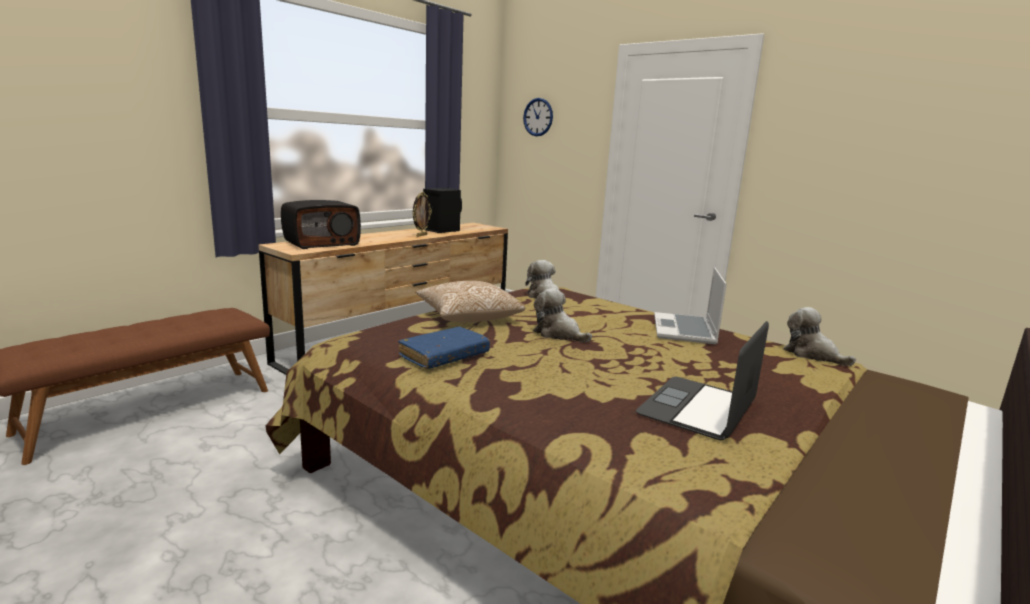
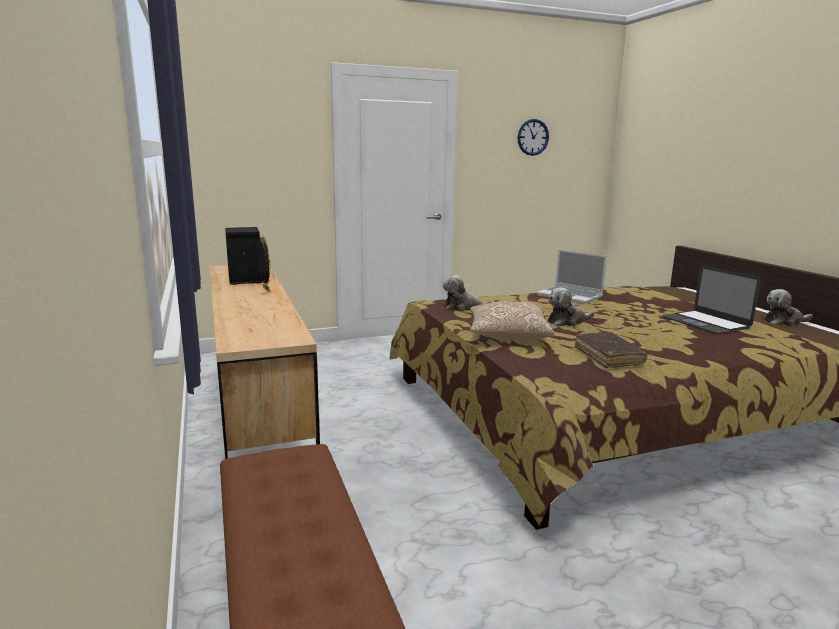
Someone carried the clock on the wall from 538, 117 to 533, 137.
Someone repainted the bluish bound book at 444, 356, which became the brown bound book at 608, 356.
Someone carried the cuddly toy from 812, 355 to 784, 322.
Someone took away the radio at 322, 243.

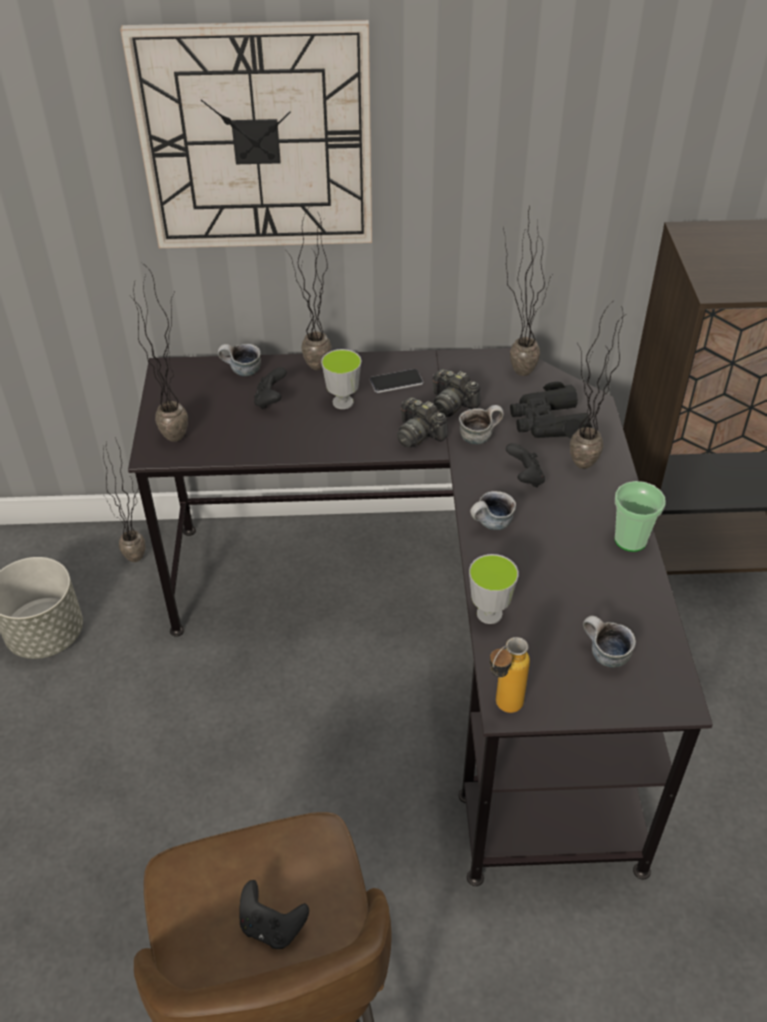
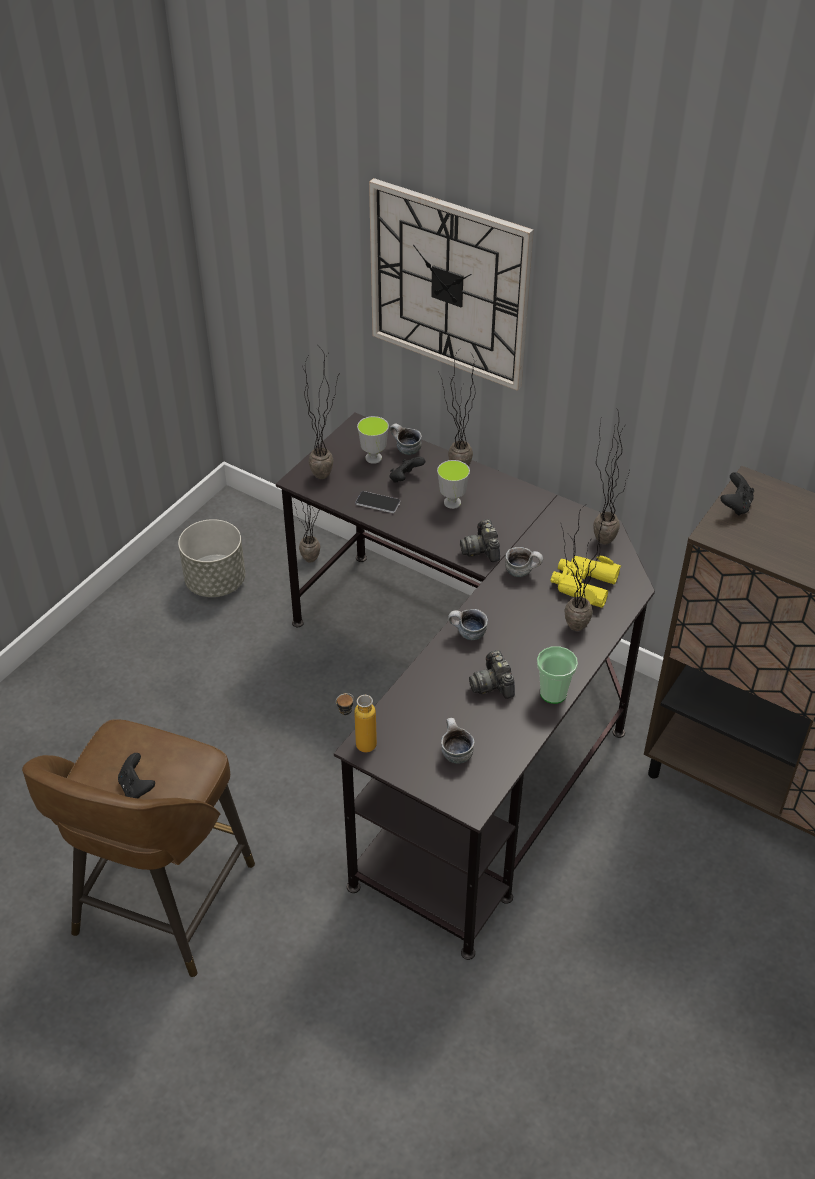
Someone carried the telephone from 396, 382 to 377, 503.
Someone carried the drinking cup from 489, 614 to 373, 458.
Someone carried the photo camera from 452, 404 to 493, 684.
Someone repainted the blackish binoculars at 547, 422, which became the yellowish binoculars at 583, 585.
Someone carried the blackish joypad from 525, 478 to 735, 506.

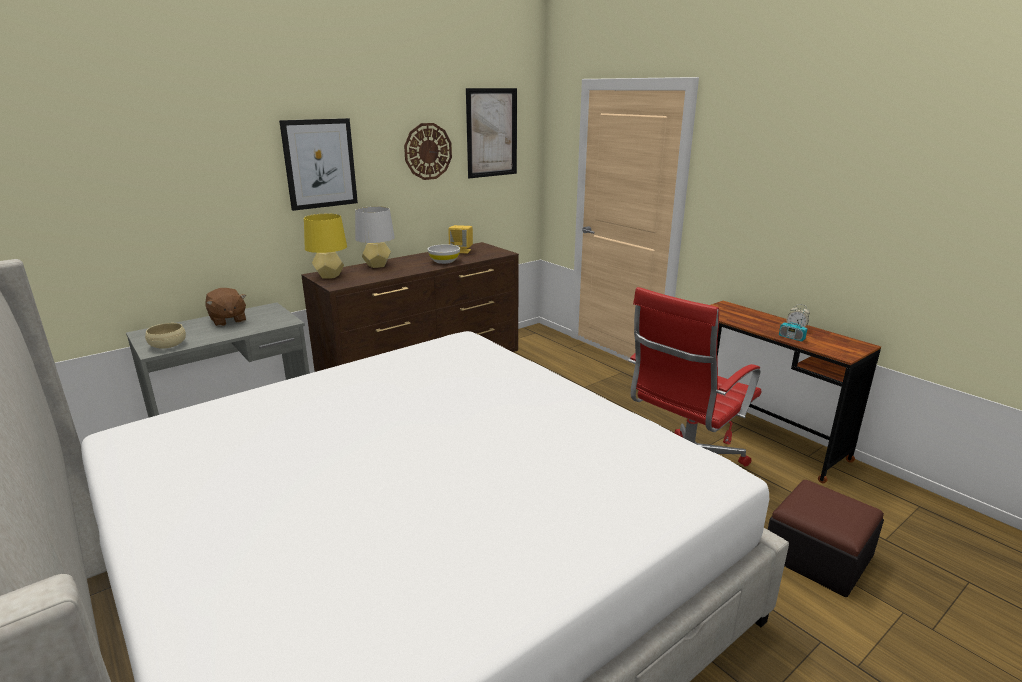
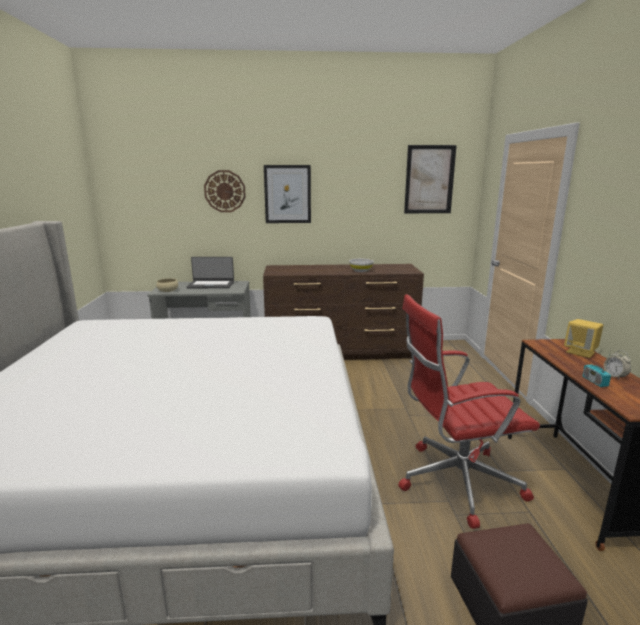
Someone swapped the brown cuddly toy at 228, 320 for the notebook computer at 211, 285.
Someone carried the clock on the wall from 428, 151 to 225, 191.
Someone carried the yellowish loudspeaker from 461, 251 to 580, 352.
Someone took away the yellowish lamp for a table at 329, 276.
Someone took away the gray lamp for a table at 377, 265.

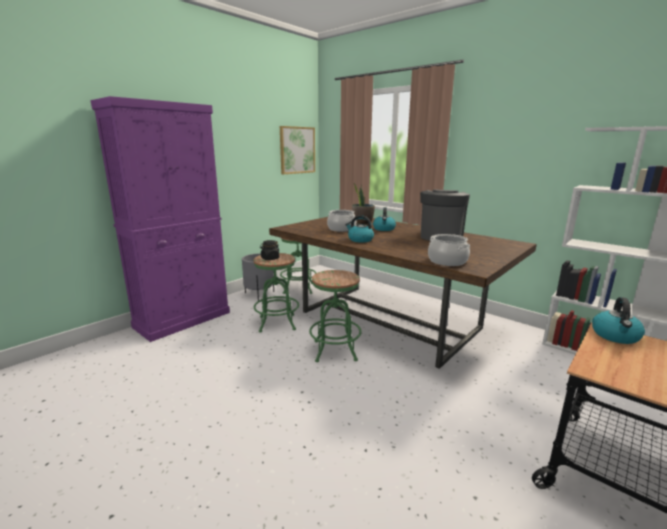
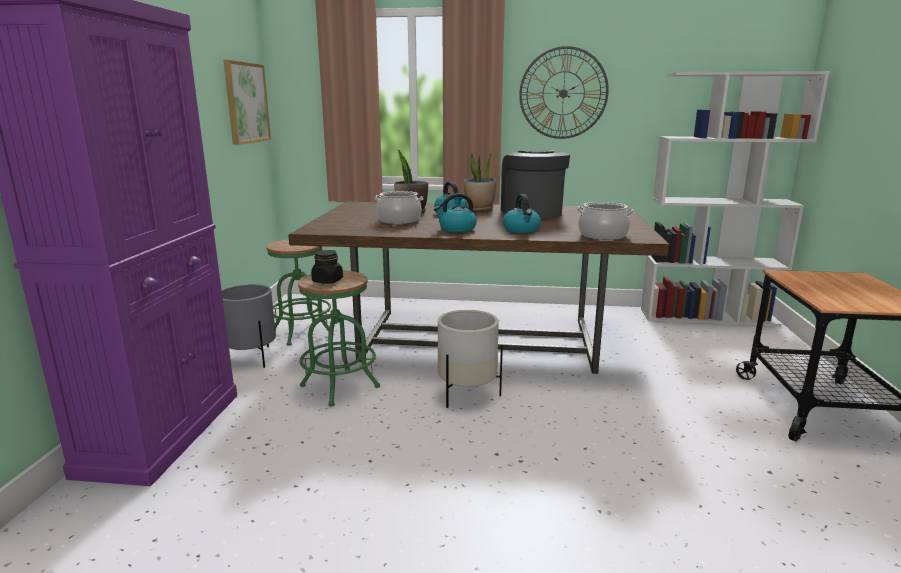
Someone swapped the greenish sitting stool at 335, 350 for the white-coloured planter at 467, 394.
Someone put down the houseplant at 479, 208.
Someone carried the tea kettle from 615, 336 to 521, 230.
Someone put up the clock on the wall at 563, 93.

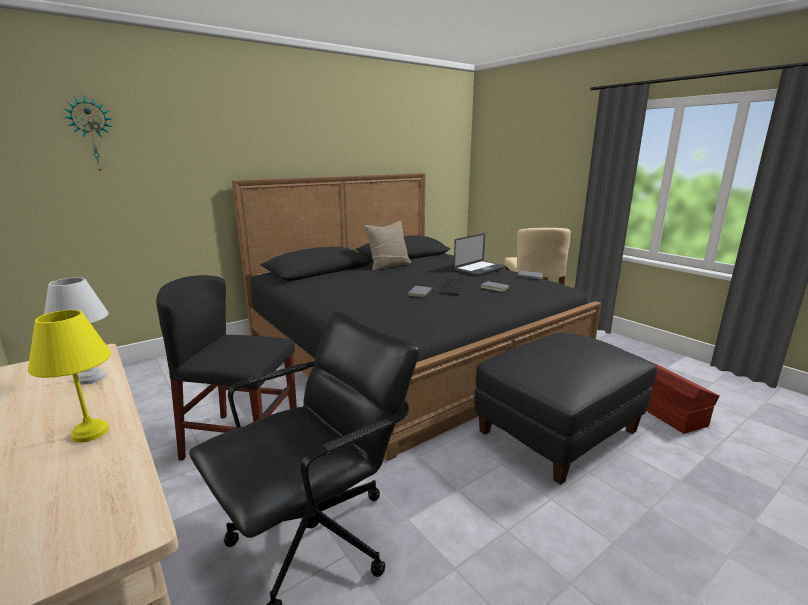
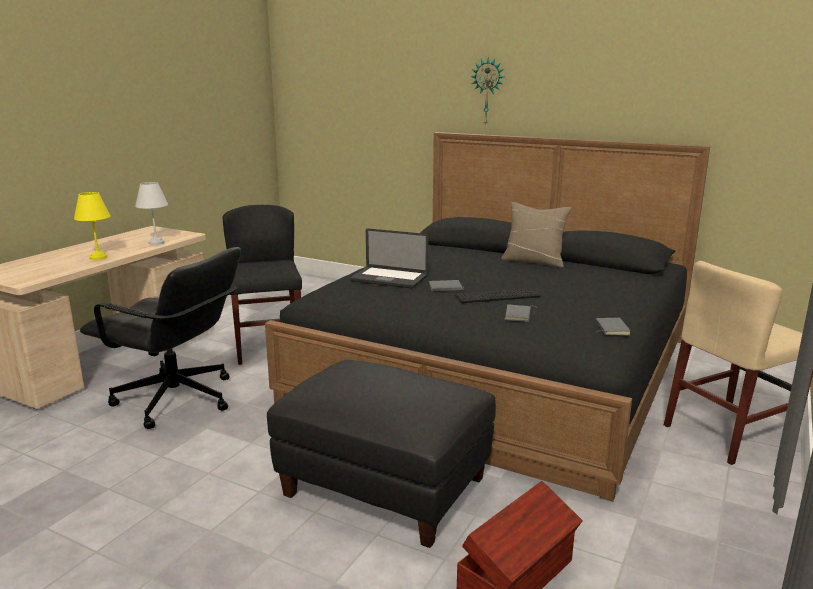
Someone carried the notebook computer from 480, 269 to 389, 279.
Someone carried the clock on the wall from 92, 135 to 487, 92.

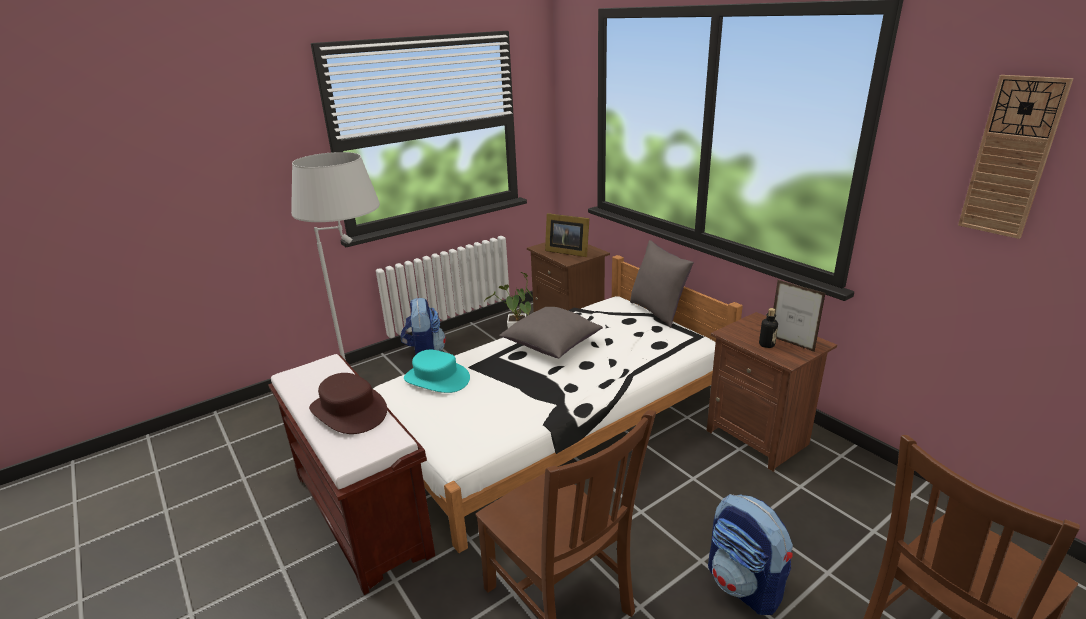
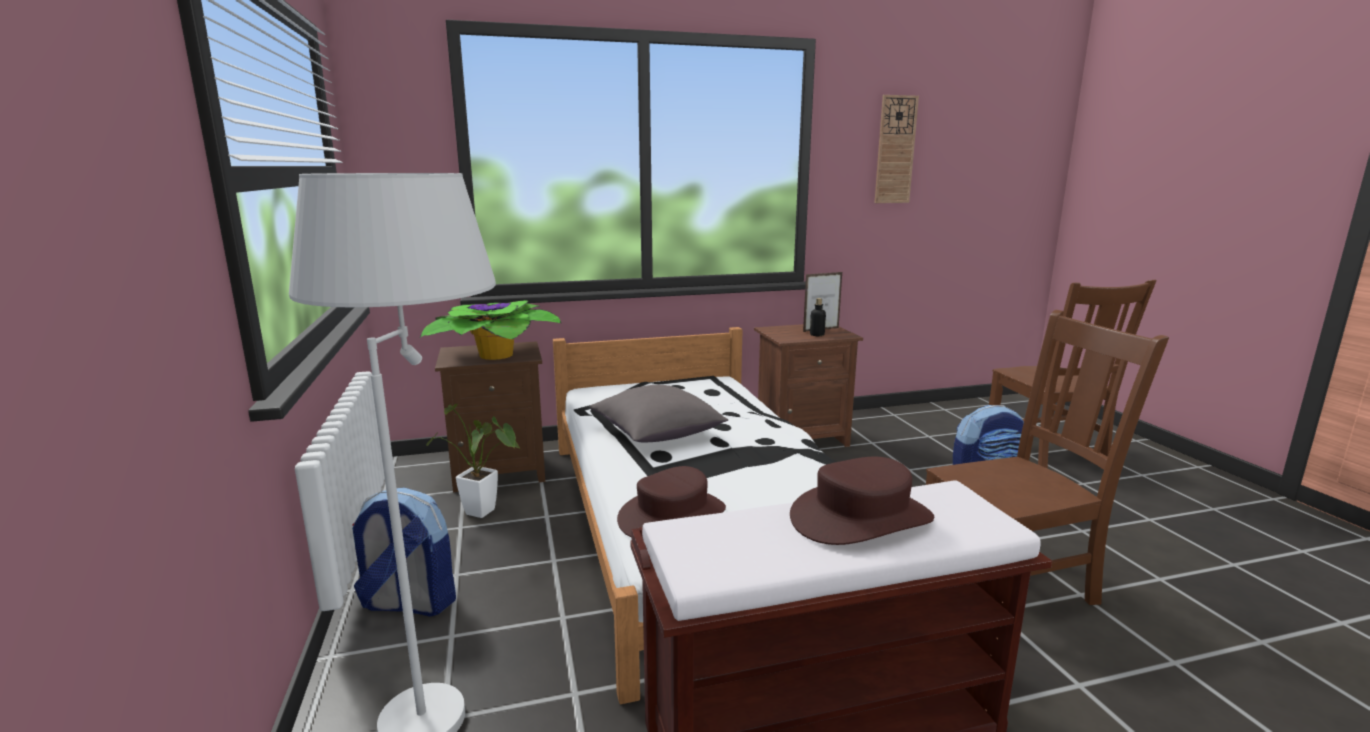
Someone swapped the standing frame at 566, 251 for the houseplant at 495, 354.
Someone repainted the turquoise-coloured hat at 436, 379, which became the brown hat at 672, 516.
Someone took away the gray pillow at 657, 312.

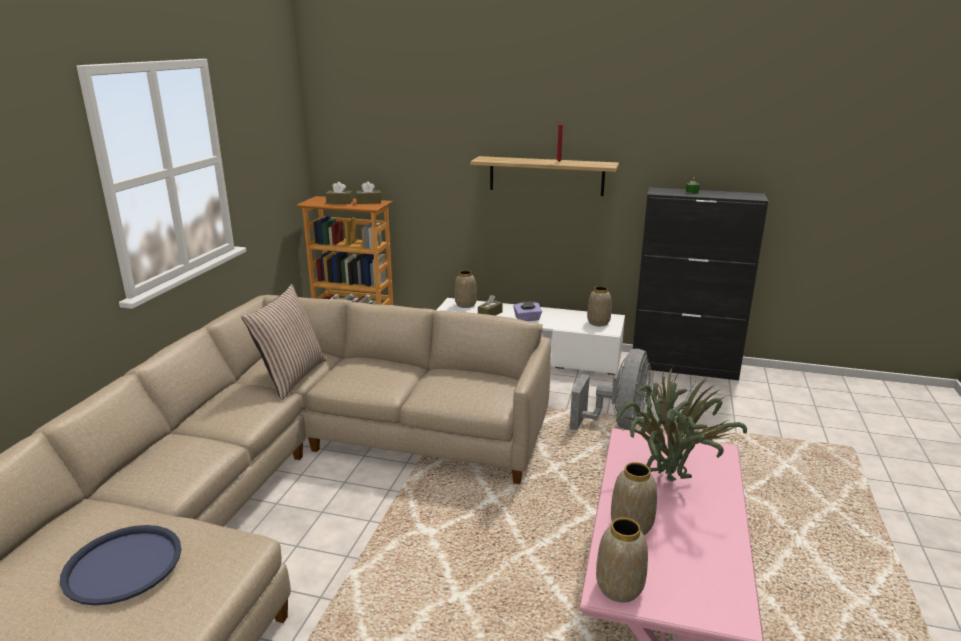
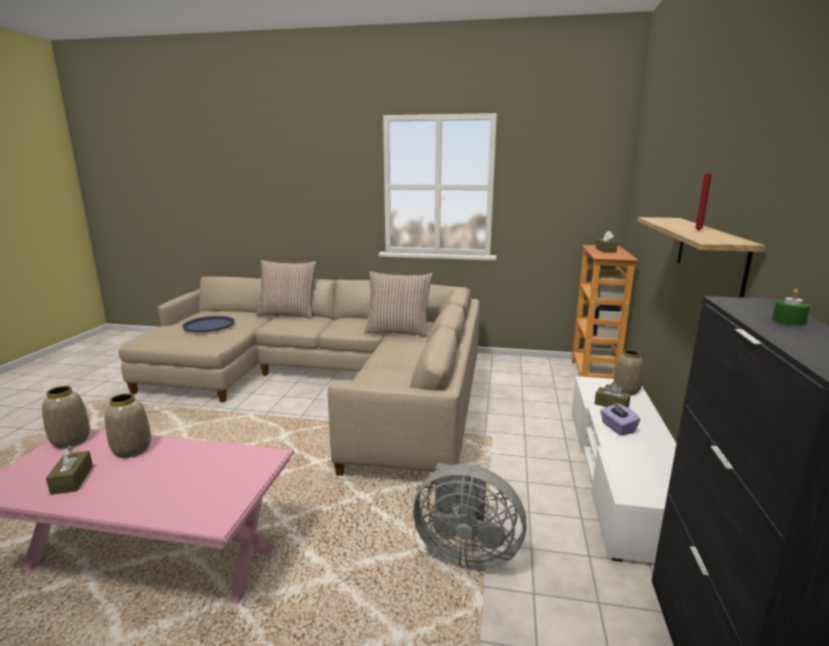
Someone carried the brown tissue holder from 369, 202 to 72, 480.
Someone put down the pillow at 288, 314.
Someone took away the vase at 598, 322.
Someone took away the houseplant at 666, 483.

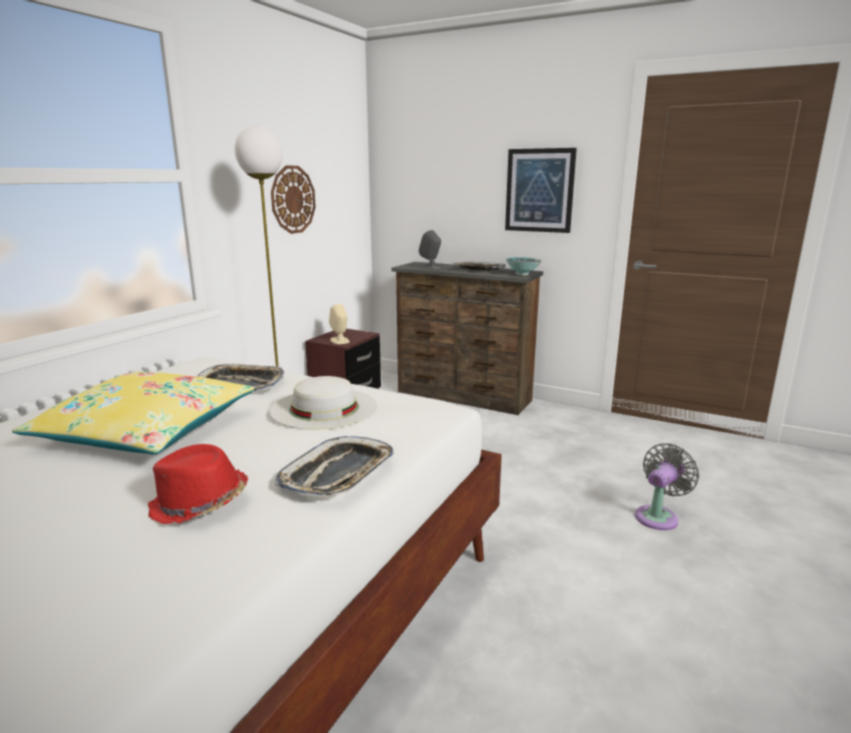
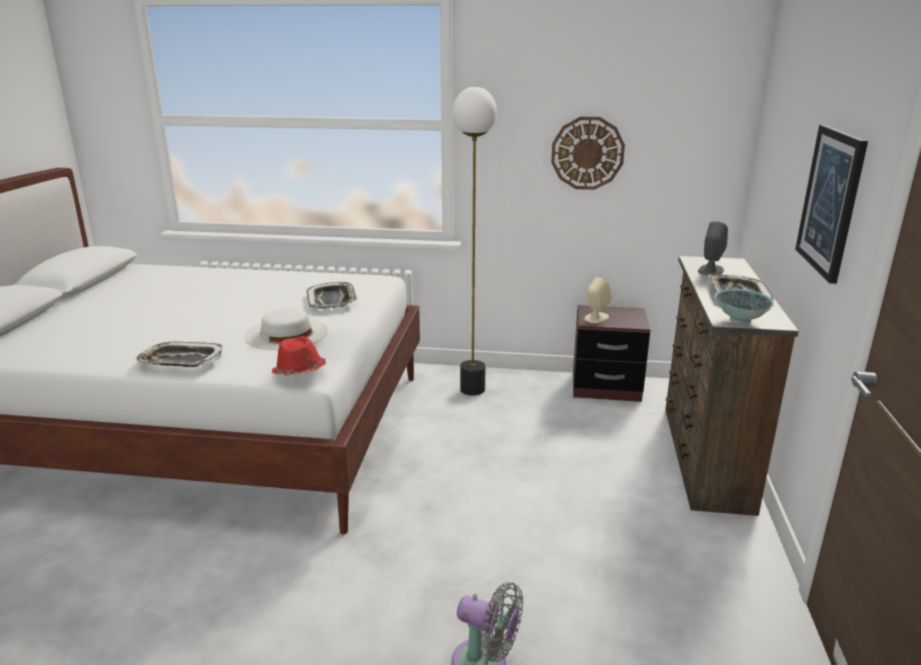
Someone carried the red hat from 199, 504 to 299, 372.
Someone took away the yellowish pillow at 147, 431.

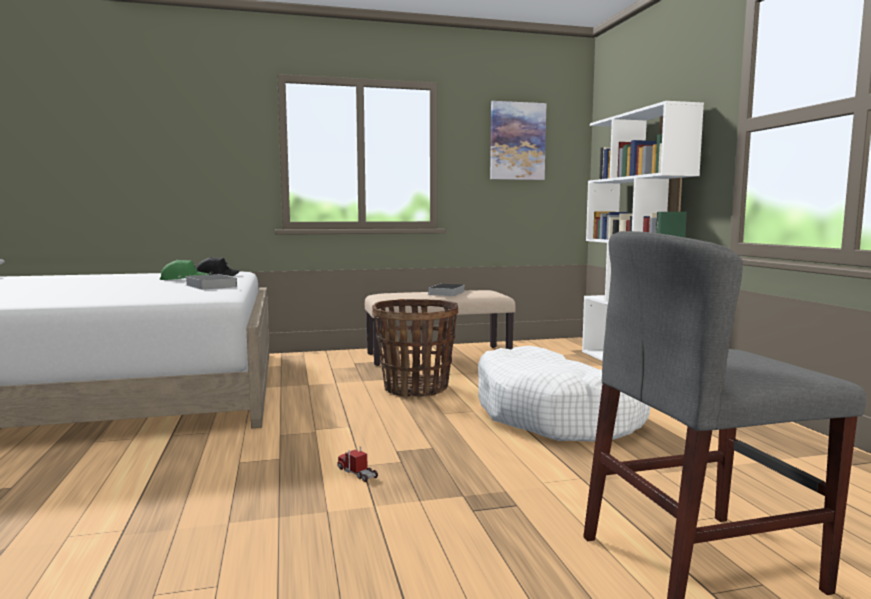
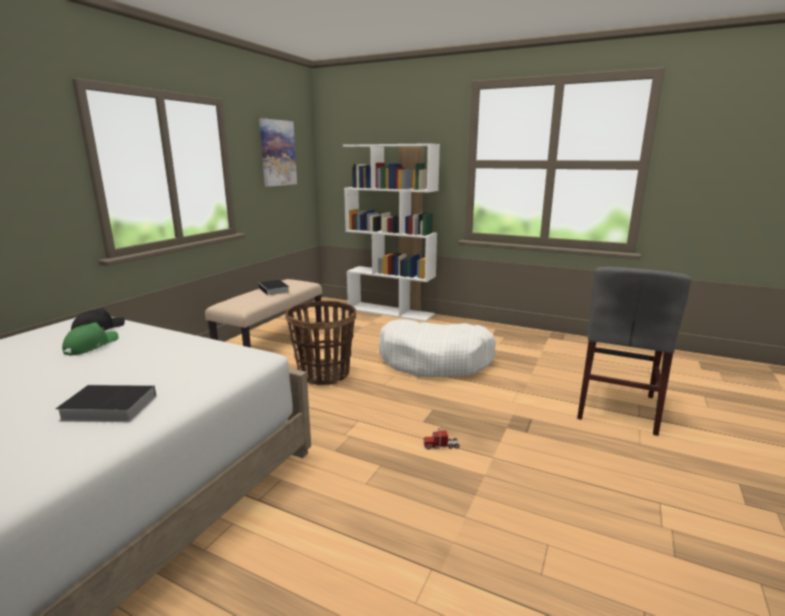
Someone carried the bound book from 209, 285 to 106, 408.

